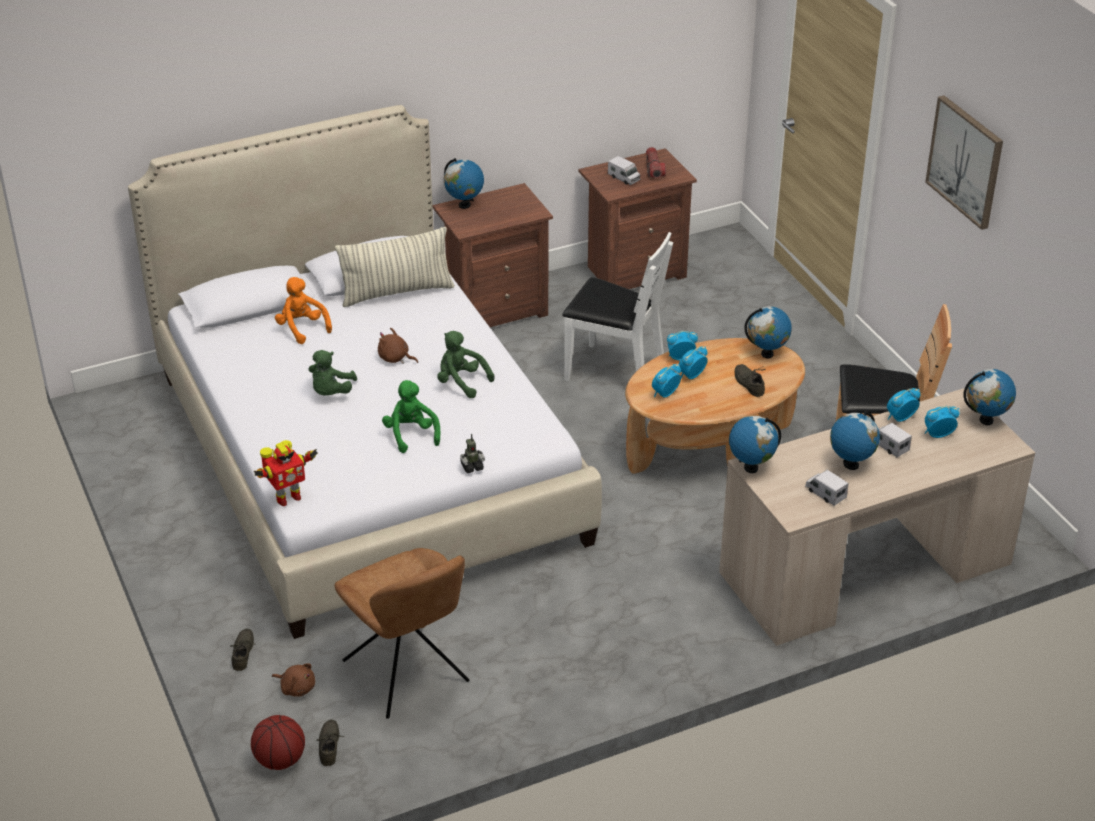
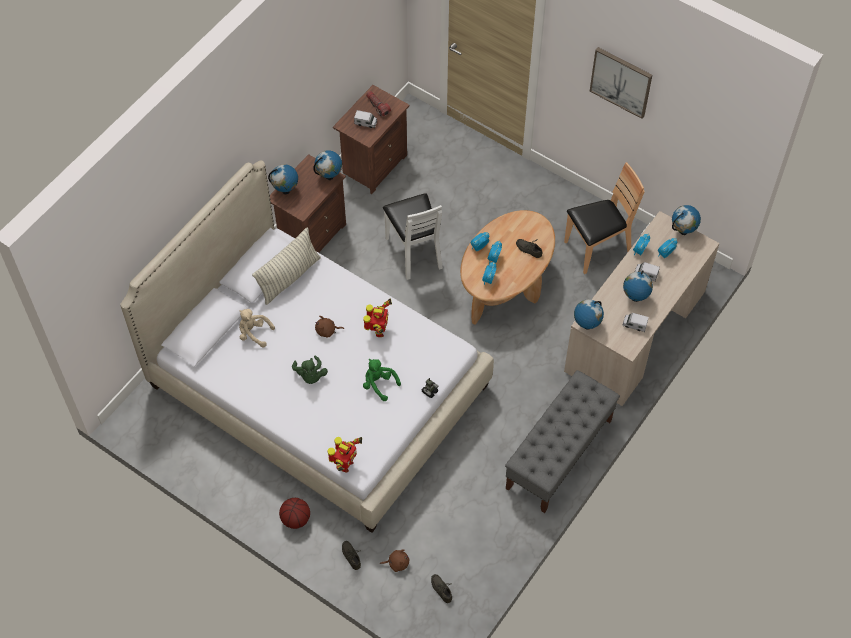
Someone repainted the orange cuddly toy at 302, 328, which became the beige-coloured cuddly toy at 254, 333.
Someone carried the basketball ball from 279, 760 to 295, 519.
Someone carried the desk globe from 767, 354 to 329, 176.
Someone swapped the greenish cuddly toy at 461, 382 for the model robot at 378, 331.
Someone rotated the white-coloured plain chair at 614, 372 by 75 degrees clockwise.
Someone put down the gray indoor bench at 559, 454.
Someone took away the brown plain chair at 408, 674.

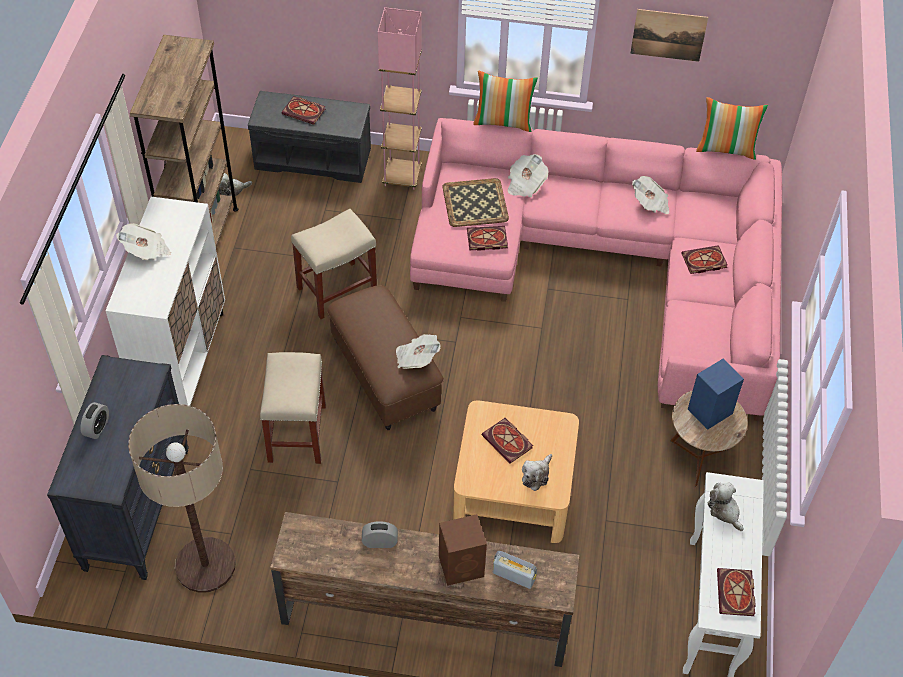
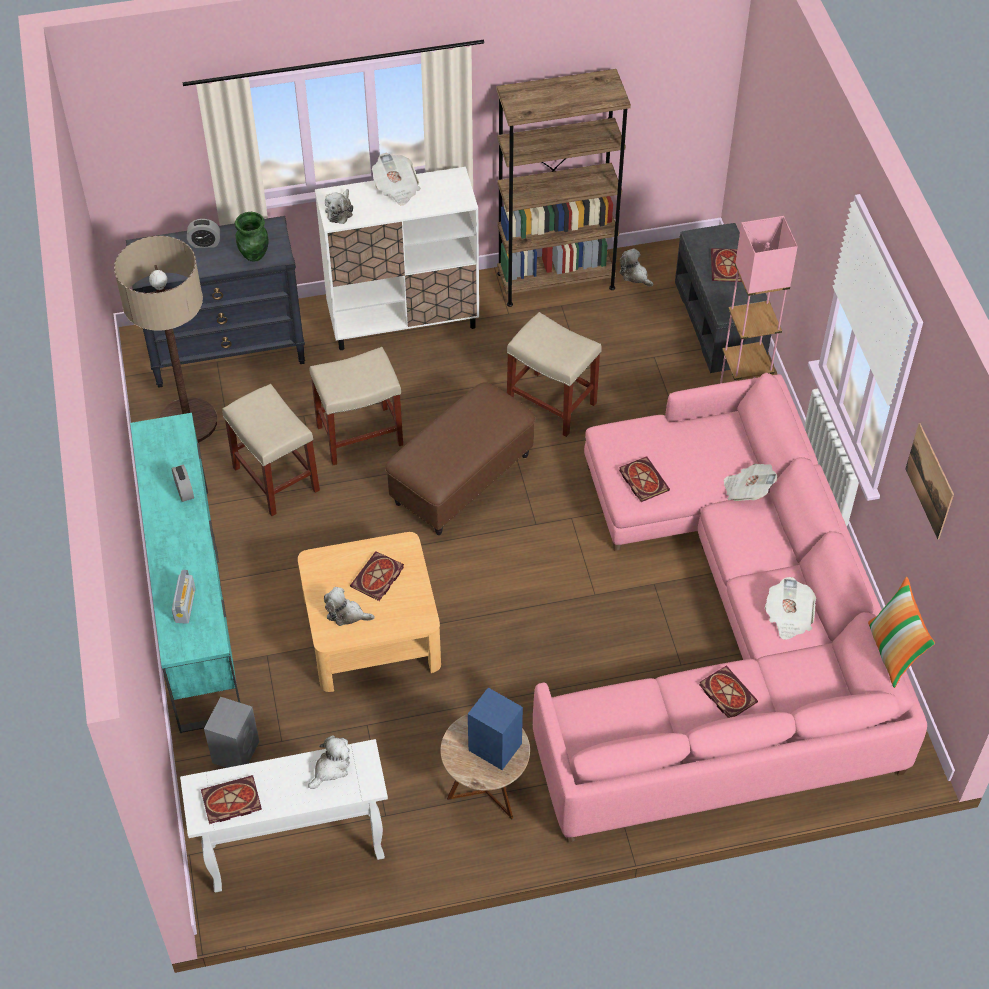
Someone repainted the brown tv stand at 424, 617, which became the turquoise-coloured tv stand at 194, 603.
Someone put down the gray loudspeaker at 236, 751.
Someone put down the beige-coloured sitting stool at 275, 478.
Someone put down the greenish vase at 254, 255.
Someone put down the cuddly toy at 340, 211.
Someone took away the daily paper at 416, 358.
Someone took away the brown loudspeaker at 462, 566.
Someone took away the serving tray at 474, 203.
Someone took away the pillow at 503, 122.

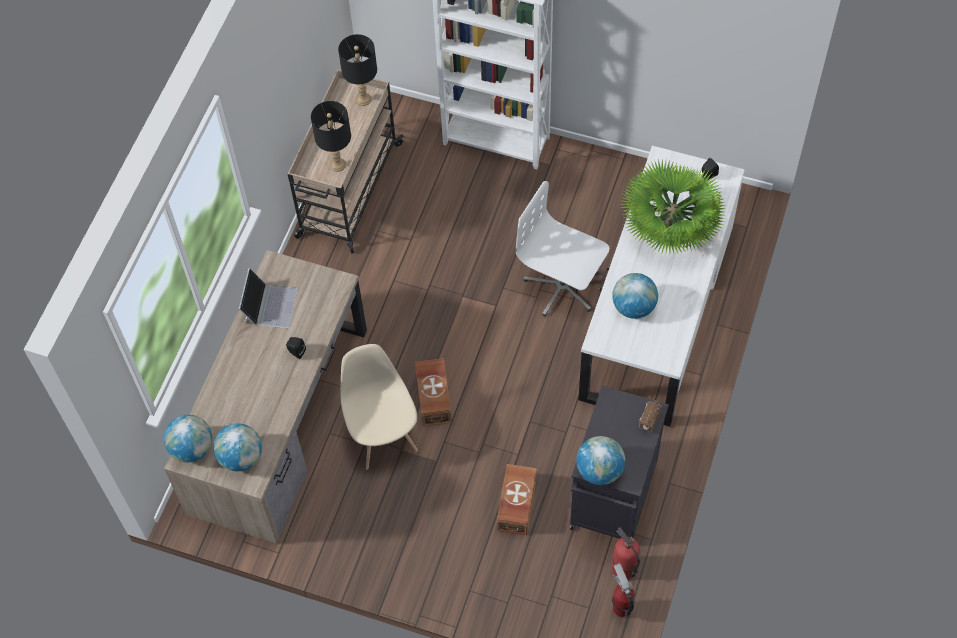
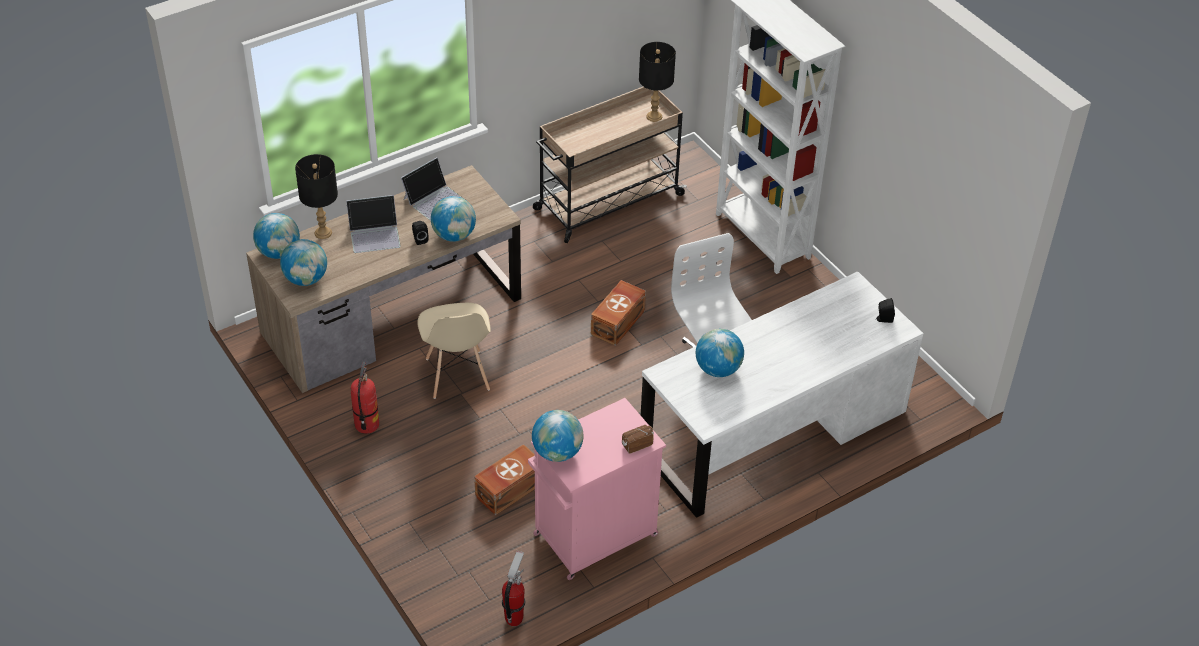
Someone carried the blackish lamp for a table from 337, 165 to 323, 233.
Someone put down the notebook computer at 375, 234.
Someone carried the fire-fighting cylinder from 623, 568 to 366, 425.
Someone rotated the beige-coloured plain chair at 382, 436 by 150 degrees clockwise.
Someone put down the desk globe at 454, 235.
Someone repainted the blackish storage cabinet at 613, 498, which became the pink-coloured storage cabinet at 593, 536.
Someone carried the brown storage box from 434, 397 to 619, 322.
Someone took away the houseplant at 669, 233.

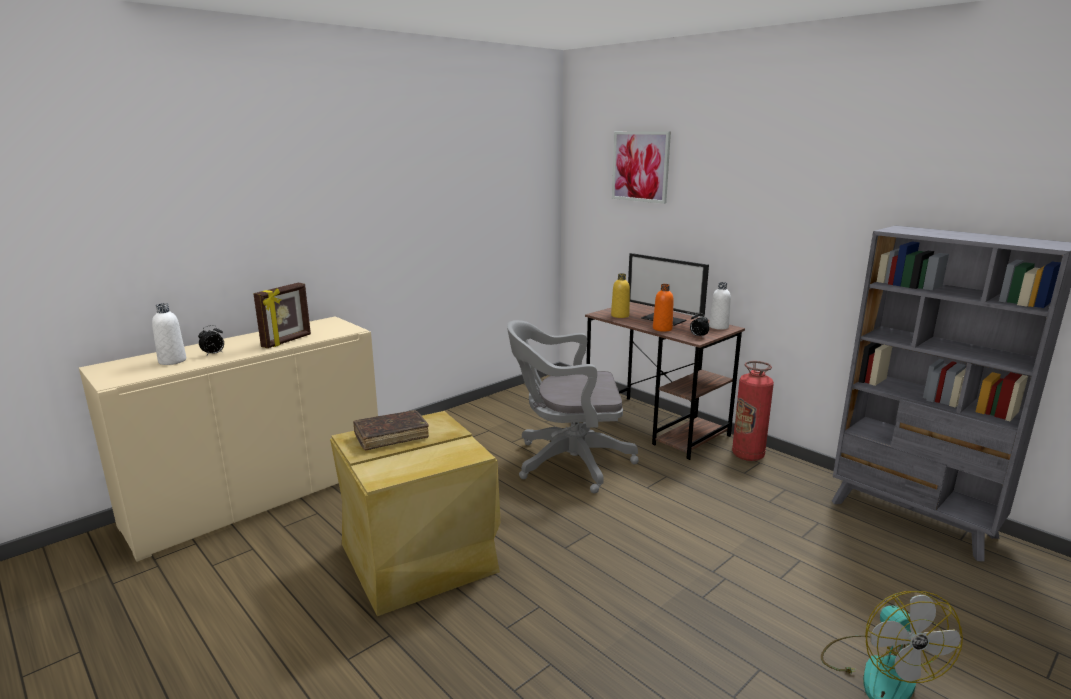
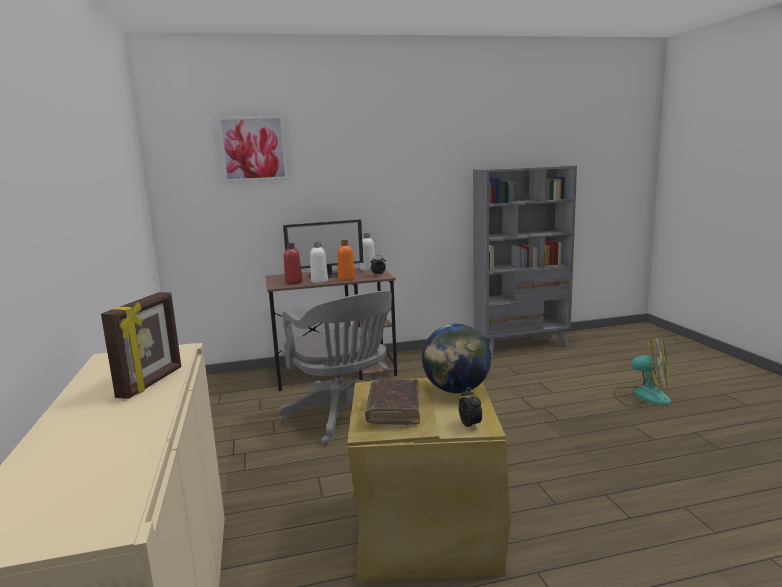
Someone rotated the standing frame at 287, 341 by 45 degrees clockwise.
Someone rotated the gray desk chair at 567, 462 by 60 degrees counterclockwise.
Someone repainted the yellowish beverage bottle at 620, 315, which became the red beverage bottle at 293, 282.
Someone carried the white-coloured beverage bottle from 172, 361 to 319, 281.
Someone put down the desk globe at 456, 390.
Someone carried the table clock from 214, 354 to 470, 425.
Someone took away the fire-fighting cylinder at 748, 455.

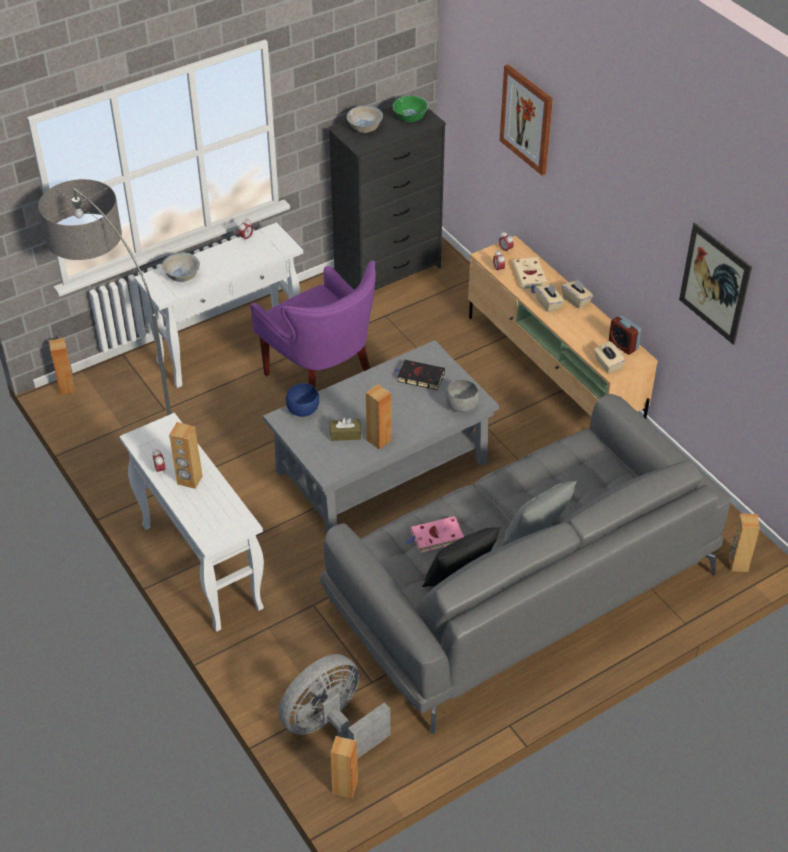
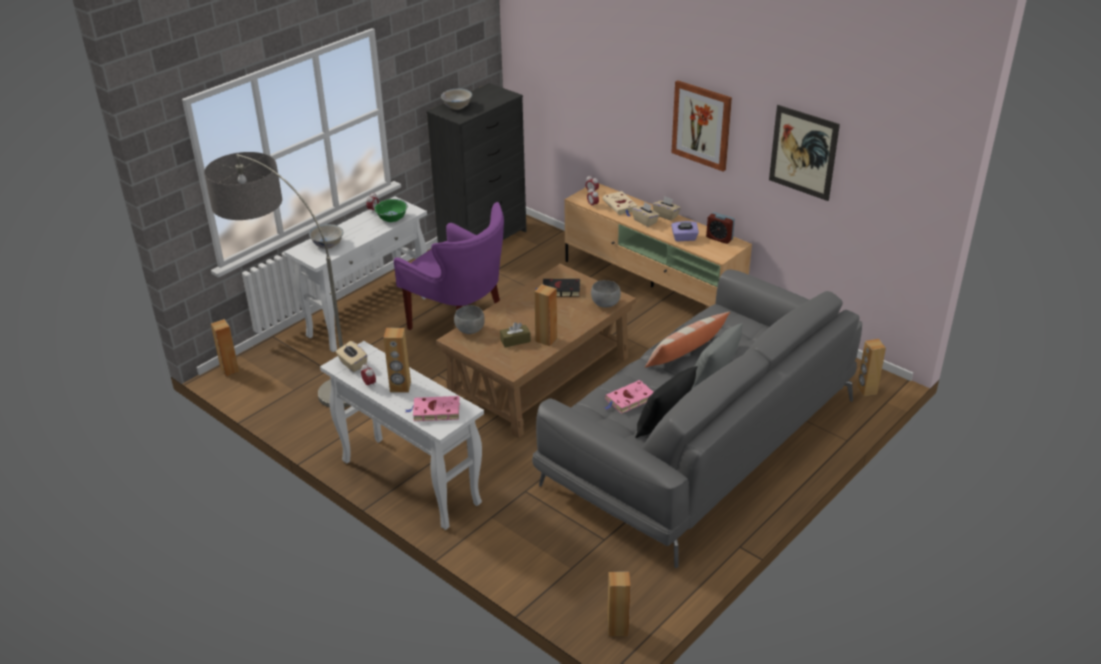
Someone carried the beige-coloured tissue holder from 607, 364 to 352, 364.
Someone carried the greenish deep dish from 410, 117 to 392, 218.
Someone put down the pink-coloured bound book at 435, 411.
Someone repainted the gray coffee table at 381, 467, which became the brown coffee table at 539, 377.
Someone repainted the bluish deep dish at 303, 410, which became the gray deep dish at 470, 330.
Someone put down the pillow at 685, 354.
Someone carried the picture from 527, 119 to 701, 125.
Someone put down the purplish tissue holder at 684, 238.
Someone took away the gray fan at 331, 726.

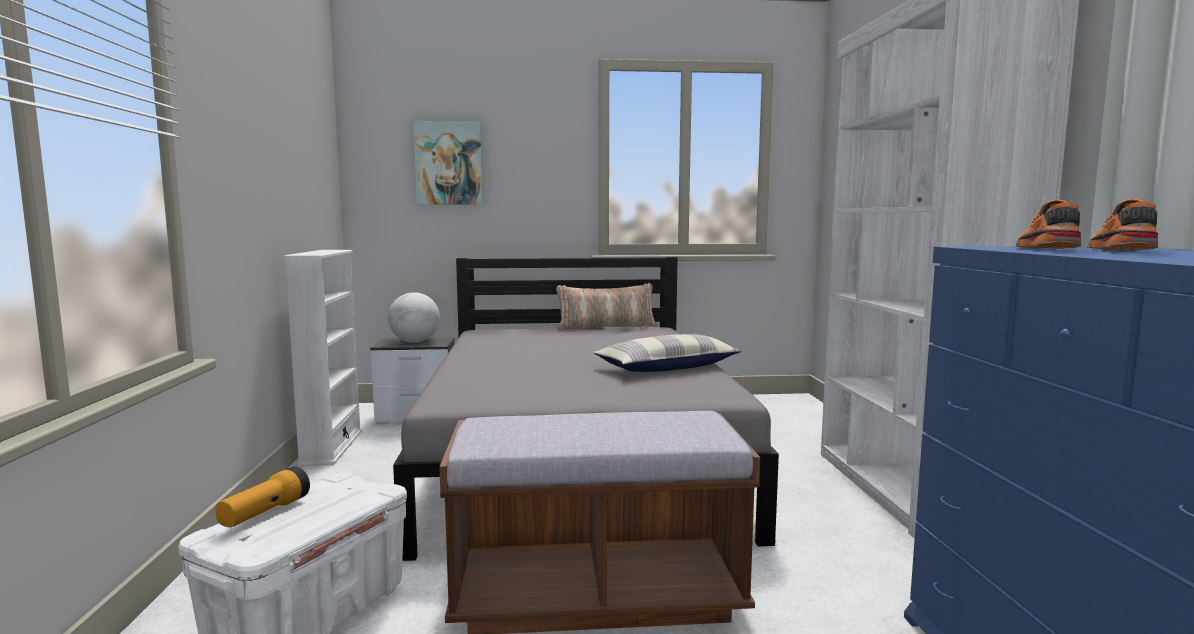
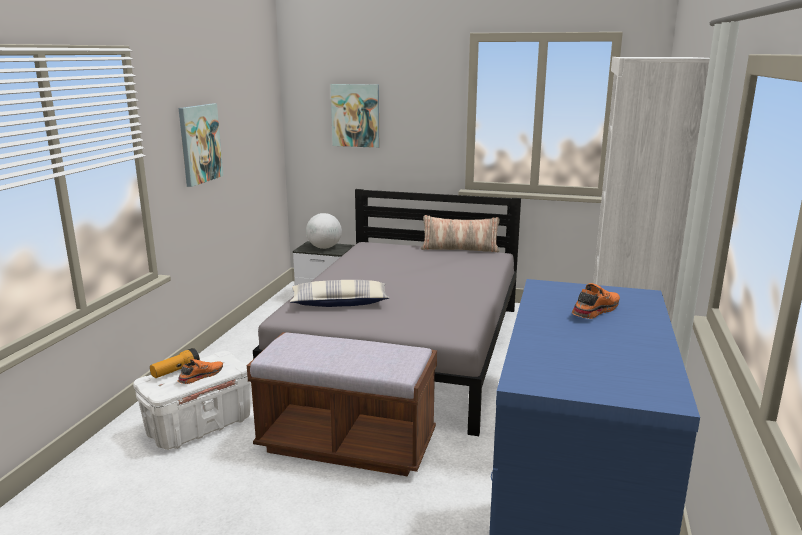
Someone carried the orange shoe from 1045, 249 to 200, 376.
Someone put up the picture at 199, 144.
Someone carried the pillow from 667, 368 to 340, 303.
Someone took away the white-coloured bookcase at 332, 447.

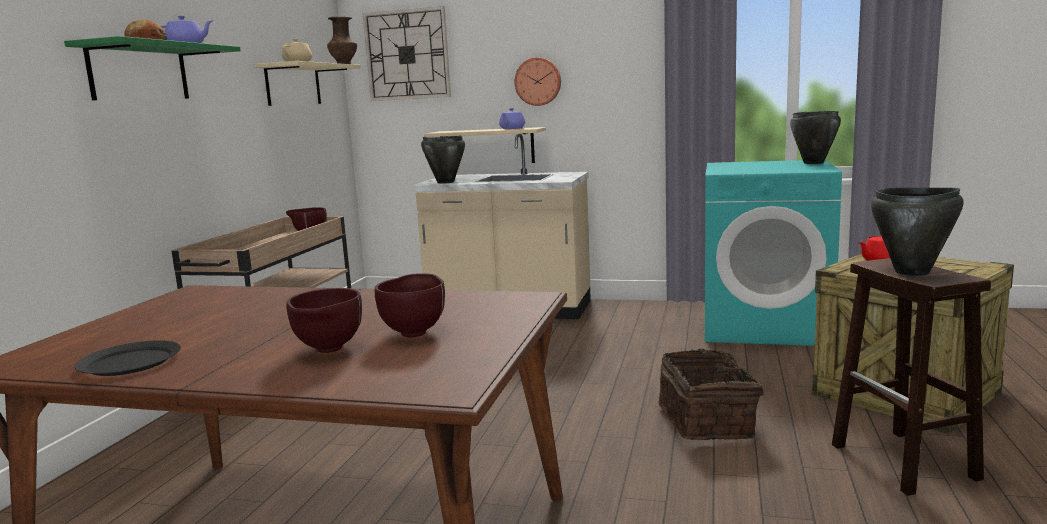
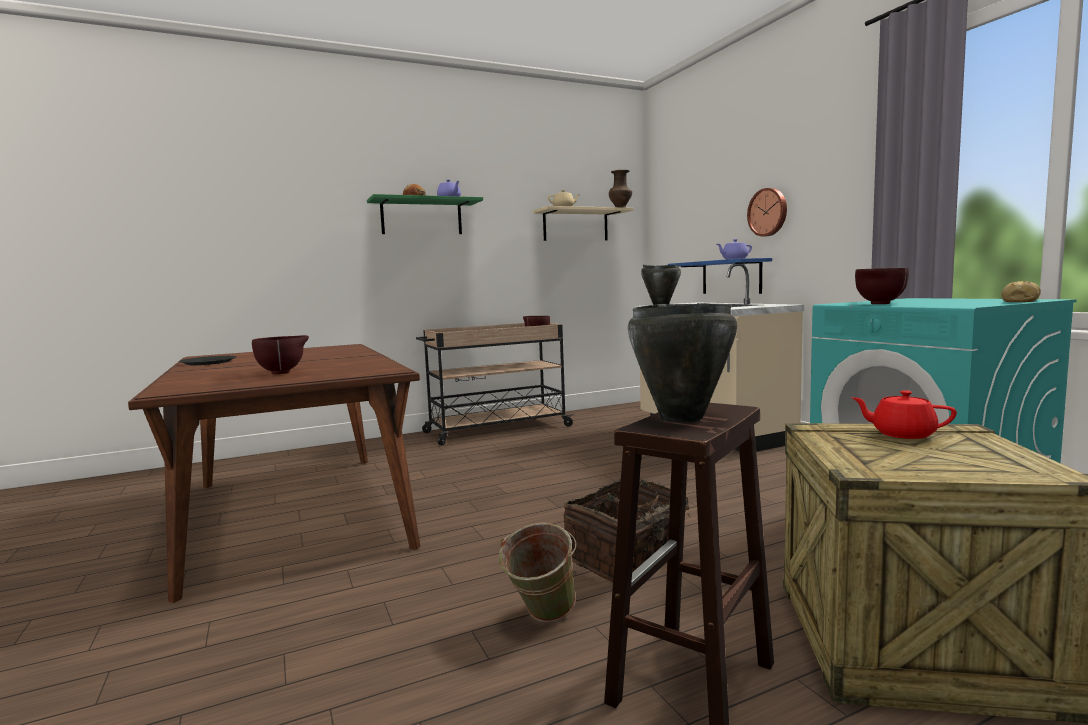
Someone put down the greenish water bucket at 541, 619.
Someone repainted the beige-coloured bracket shelf at 492, 146, which became the bluish bracket shelf at 731, 277.
Someone carried the brown deep dish from 327, 350 to 878, 304.
Someone swapped the blackish saucepot at 813, 163 for the bakery bread at 1020, 301.
Someone took away the clock on the wall at 407, 55.

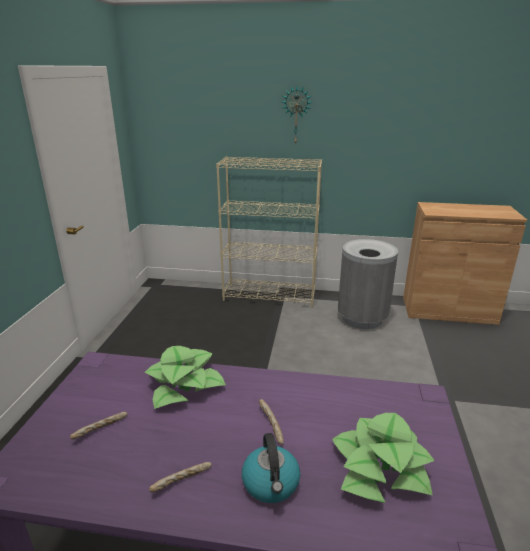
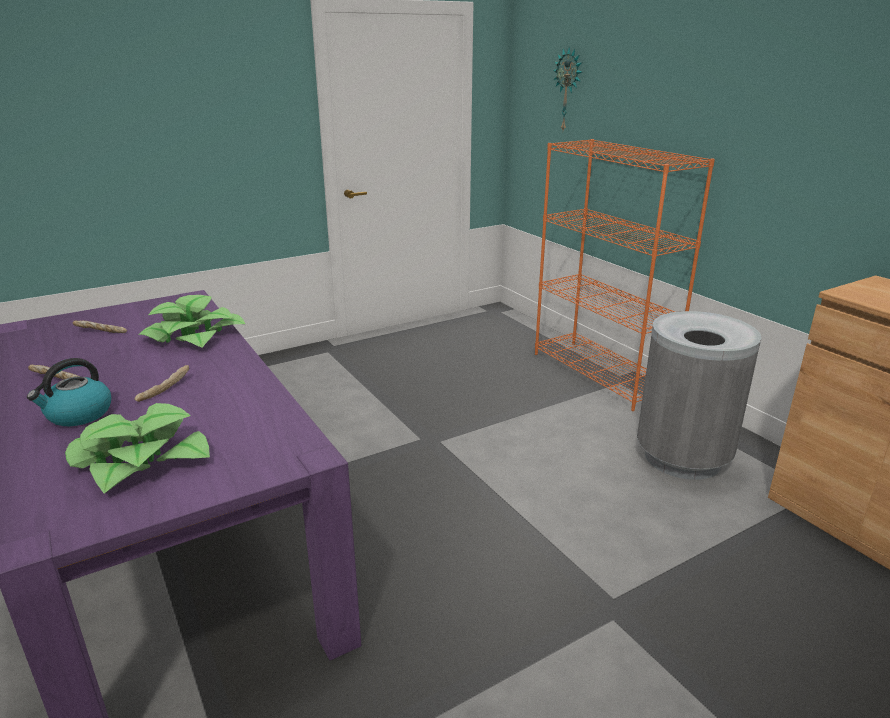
Someone repainted the beige-coloured bookcase at 270, 296, which became the orange bookcase at 601, 374.
Someone carried the clock on the wall from 296, 115 to 568, 90.

